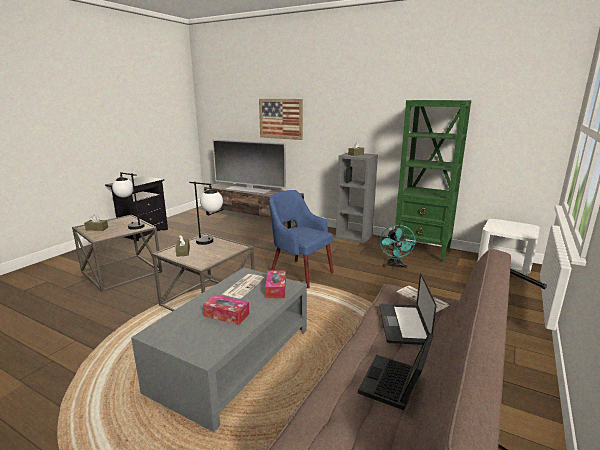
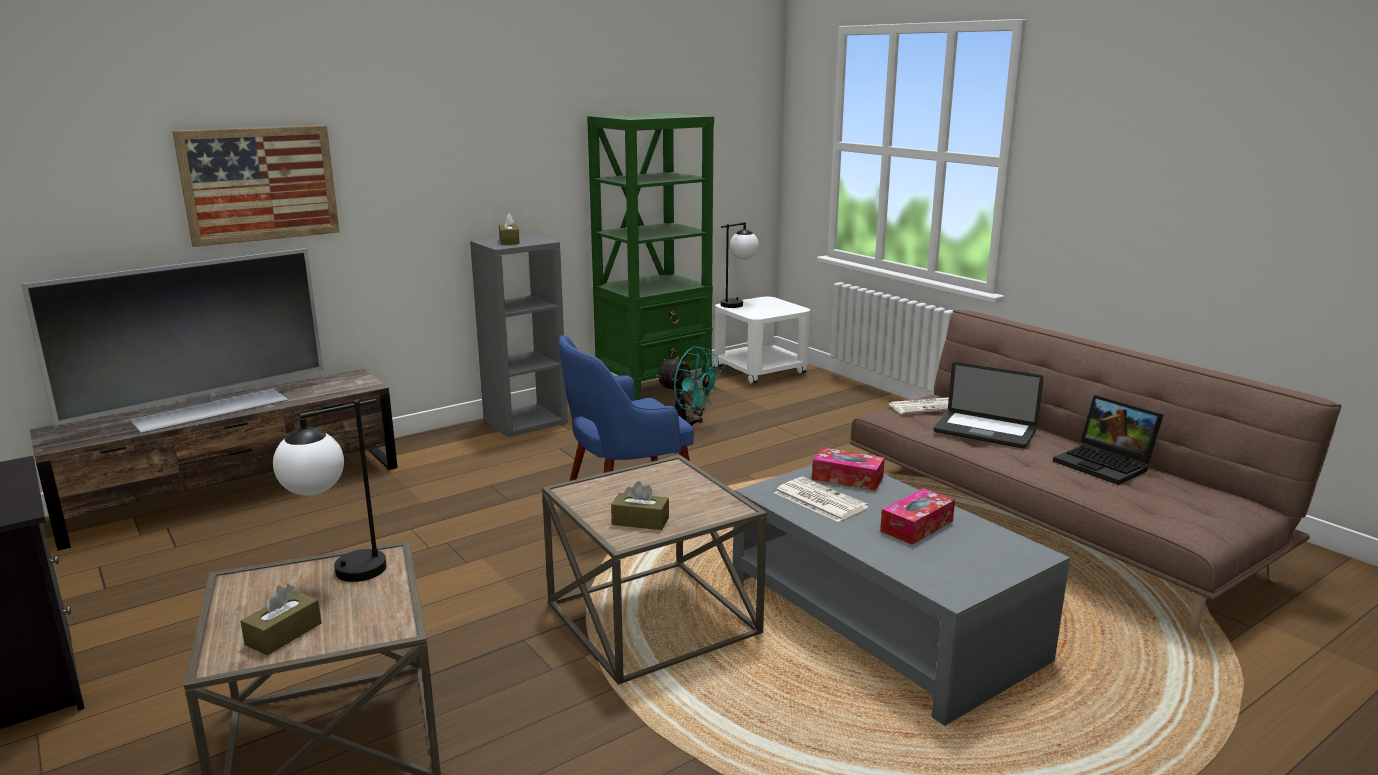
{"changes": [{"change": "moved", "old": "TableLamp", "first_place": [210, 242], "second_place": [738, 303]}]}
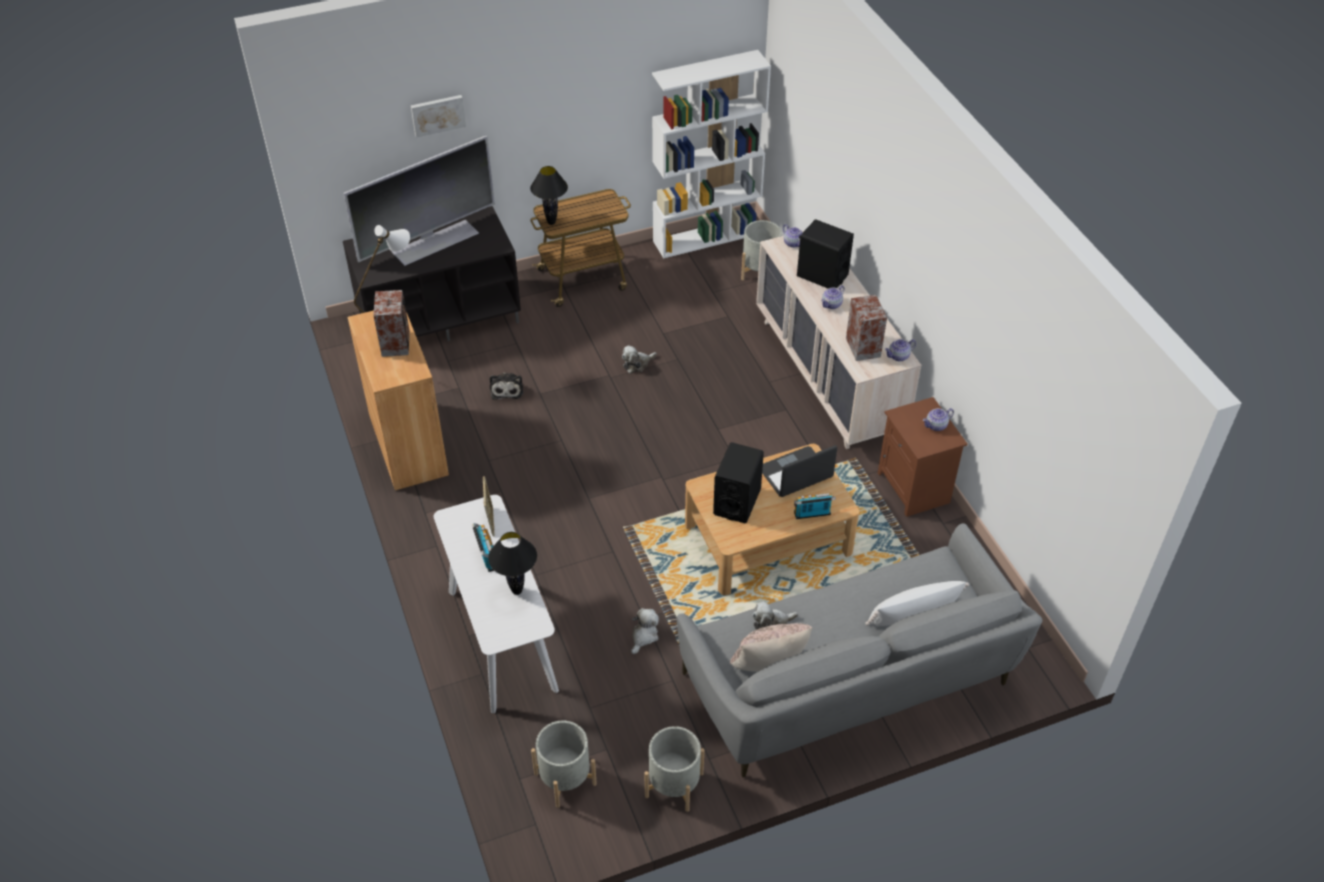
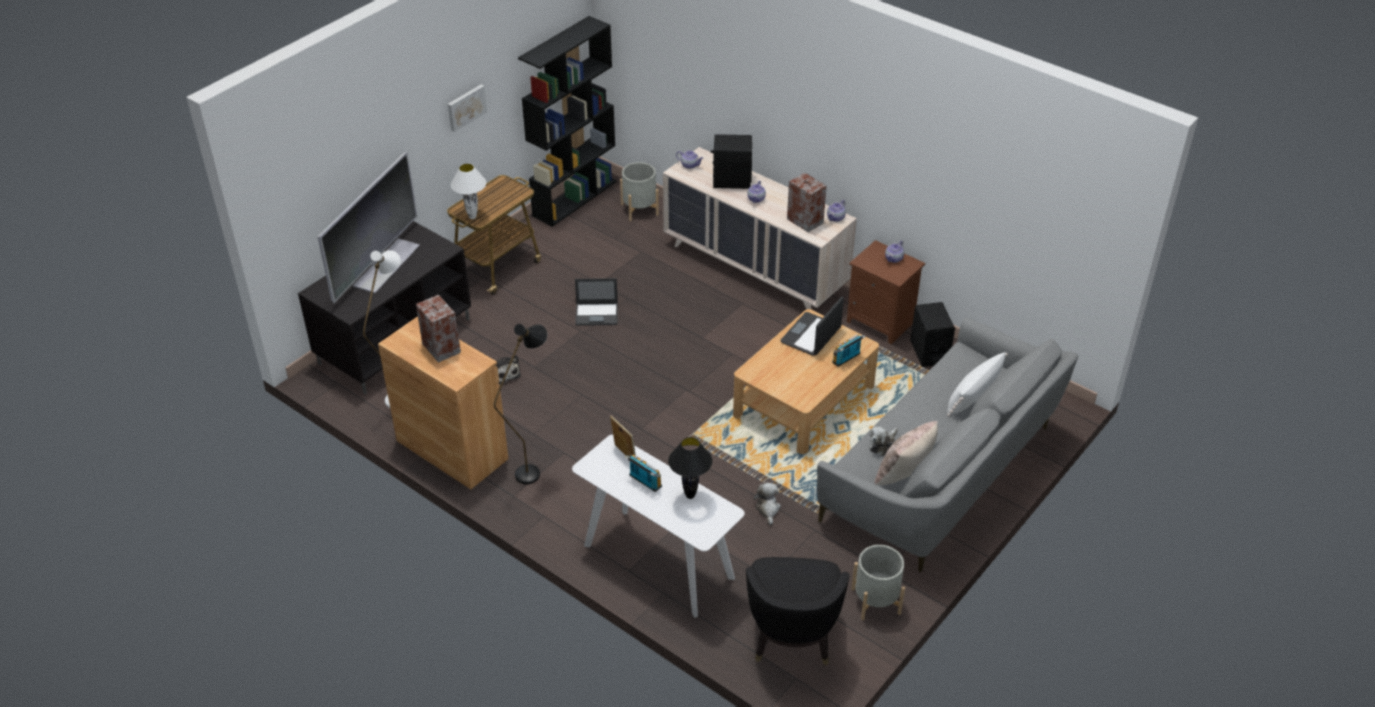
{"changes": [{"change": "moved", "old": "Picture", "first_place": [438, 114], "second_place": [466, 107]}, {"change": "recoloured", "old": "BlackTableLamp", "new": "WhiteTableLamp", "first_place": [552, 222], "second_place": [473, 217]}, {"change": "added", "new": "BlackFloorLamp", "second_place": [534, 469]}, {"change": "recoloured", "old": "WhiteBookcase", "new": "BlackBookcase", "first_place": [706, 237], "second_place": [575, 198]}, {"change": "replaced", "old": "PlushToy", "new": "Laptop", "first_place": [637, 364], "second_place": [597, 314]}, {"change": "replaced", "old": "GreyPlanter", "new": "BlackArmchair", "first_place": [565, 779], "second_place": [792, 636]}, {"change": "moved", "old": "BlackSpeaker", "first_place": [737, 502], "second_place": [929, 352]}]}
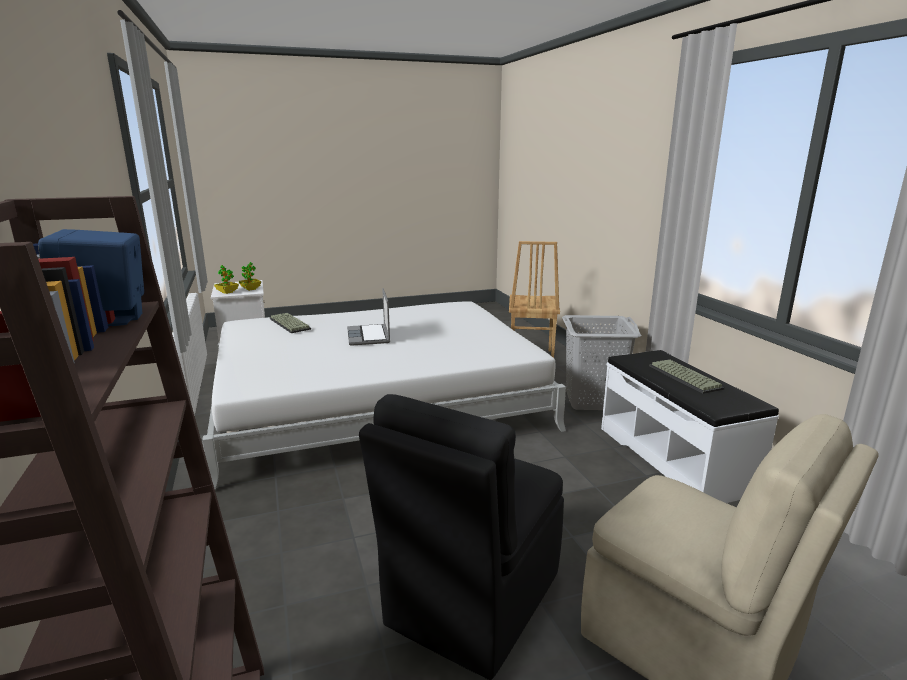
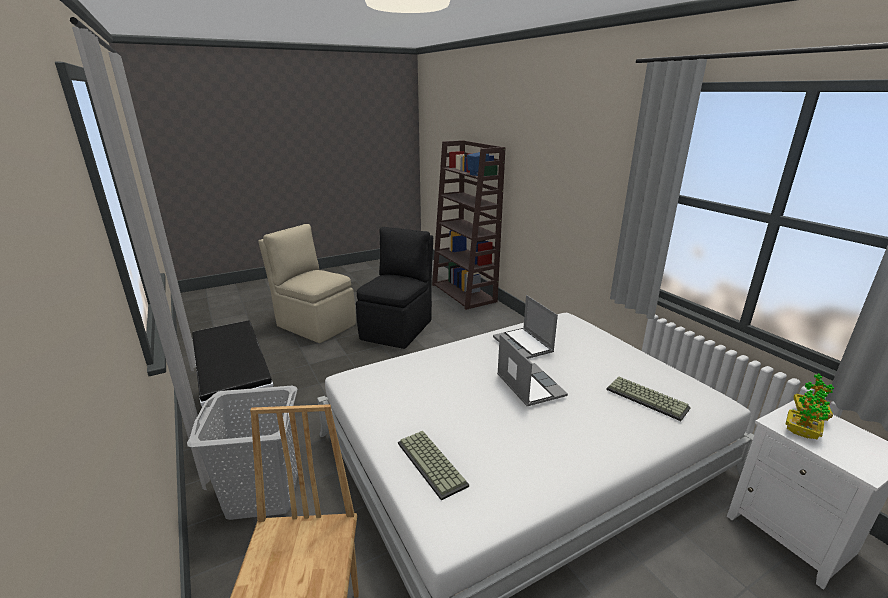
{"changes": [{"change": "moved", "old": "Keyboard", "first_place": [683, 377], "second_place": [433, 464]}, {"change": "added", "new": "Laptop", "second_place": [523, 345]}]}
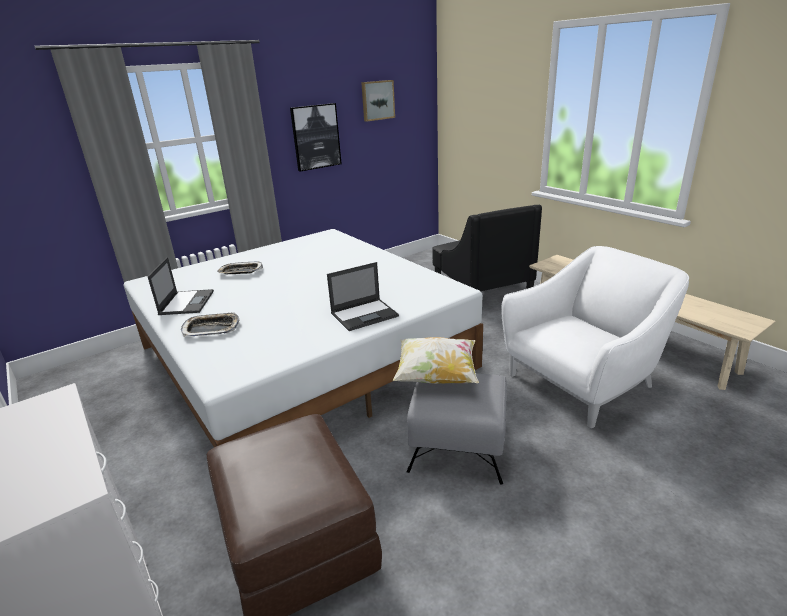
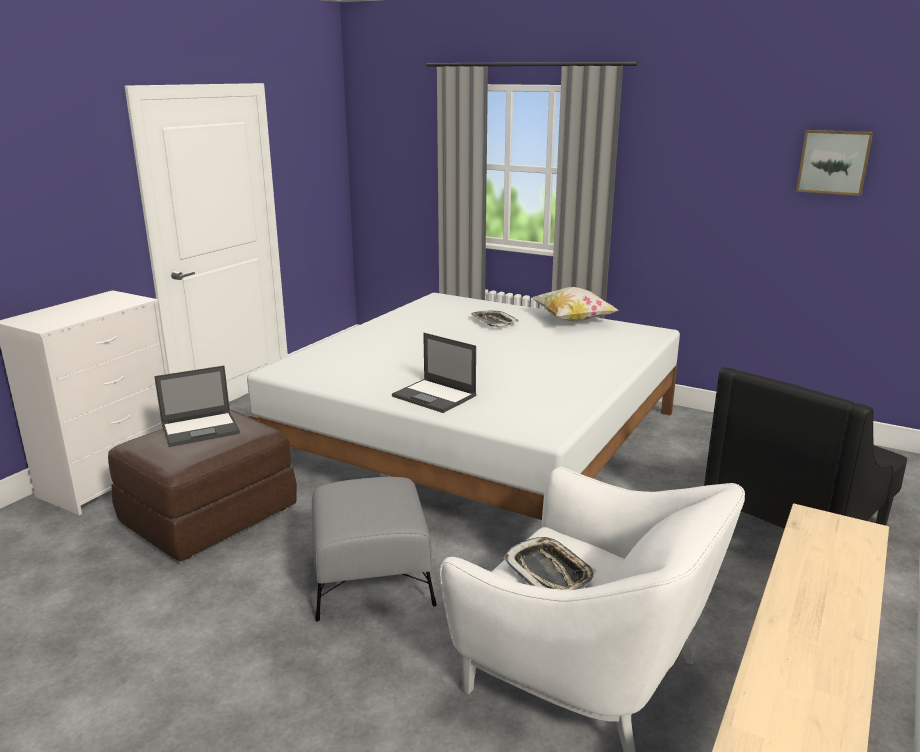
{"changes": [{"change": "moved", "old": "Laptop", "first_place": [187, 302], "second_place": [201, 429]}, {"change": "moved", "old": "Tray", "first_place": [211, 328], "second_place": [549, 572]}, {"change": "moved", "old": "Pillow", "first_place": [436, 376], "second_place": [573, 320]}, {"change": "removed", "old": "Picture", "first_place": [316, 137]}]}
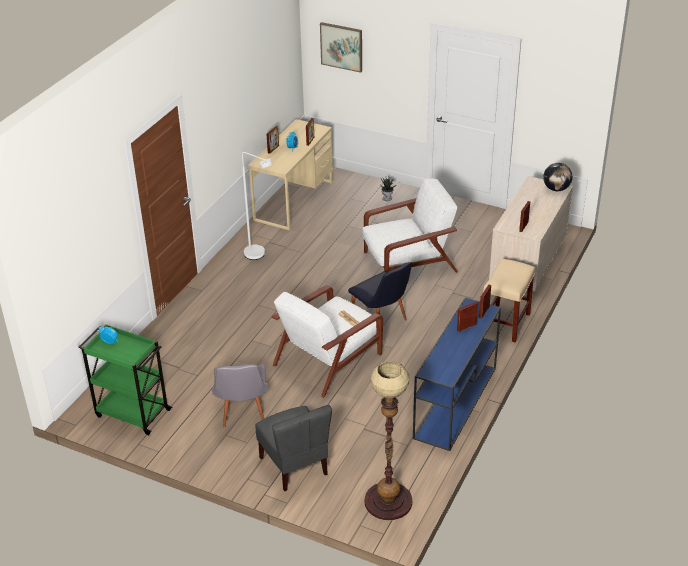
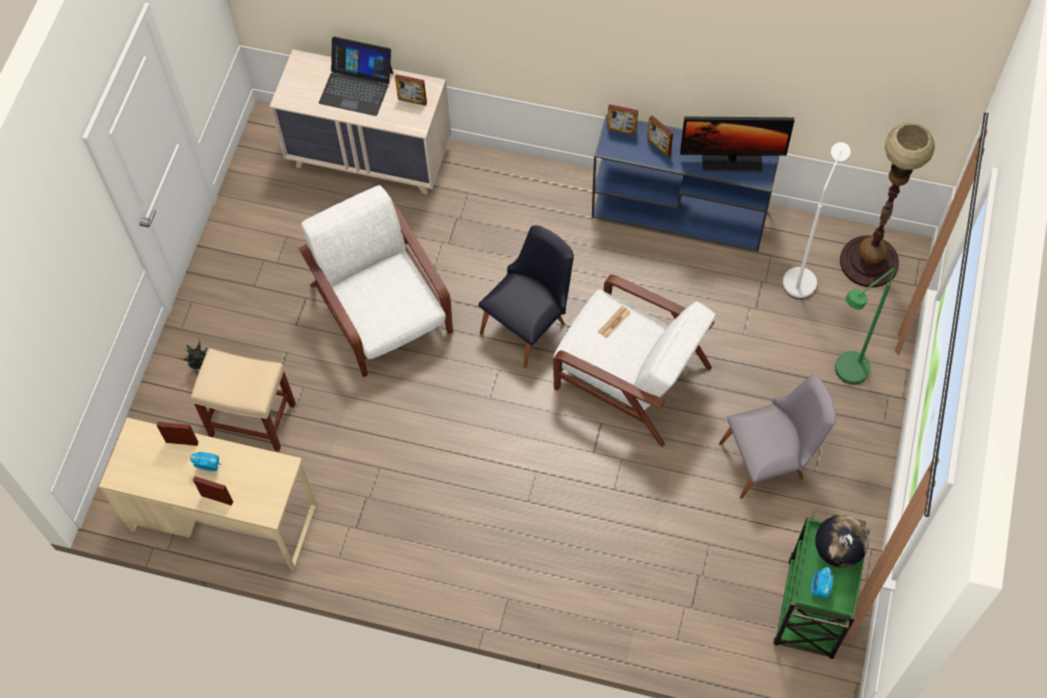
{"changes": [{"change": "moved", "old": "BeigeStool", "first_place": [505, 324], "second_place": [254, 419]}, {"change": "added", "new": "Laptop", "second_place": [356, 87]}, {"change": "added", "new": "Monitor", "second_place": [732, 160]}, {"change": "moved", "old": "WhiteFloorLamp", "first_place": [259, 255], "second_place": [802, 276]}, {"change": "moved", "old": "Globe", "first_place": [556, 189], "second_place": [837, 550]}, {"change": "replaced", "old": "GreyChair", "new": "GreenFloorLamp", "first_place": [294, 466], "second_place": [845, 374]}, {"change": "removed", "old": "Picture", "first_place": [341, 46]}]}
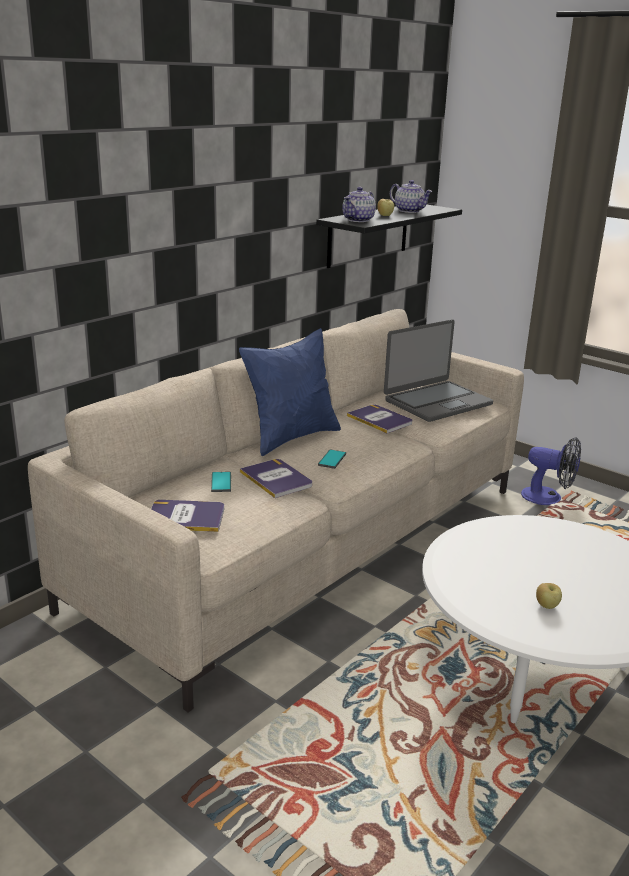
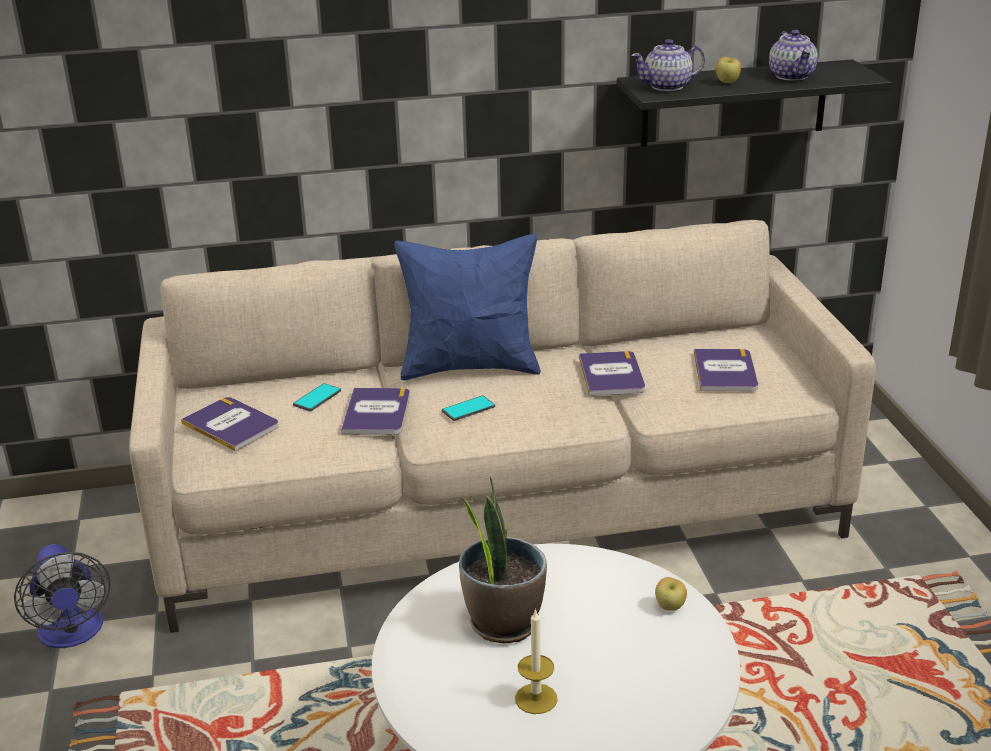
{"changes": [{"change": "moved", "old": "Fan", "first_place": [548, 498], "second_place": [72, 634]}, {"change": "added", "new": "PottedPlant", "second_place": [503, 622]}, {"change": "added", "new": "Candle", "second_place": [536, 698]}, {"change": "moved", "old": "Apple", "first_place": [547, 606], "second_place": [670, 607]}, {"change": "replaced", "old": "Laptop", "new": "Book", "first_place": [437, 402], "second_place": [725, 371]}]}
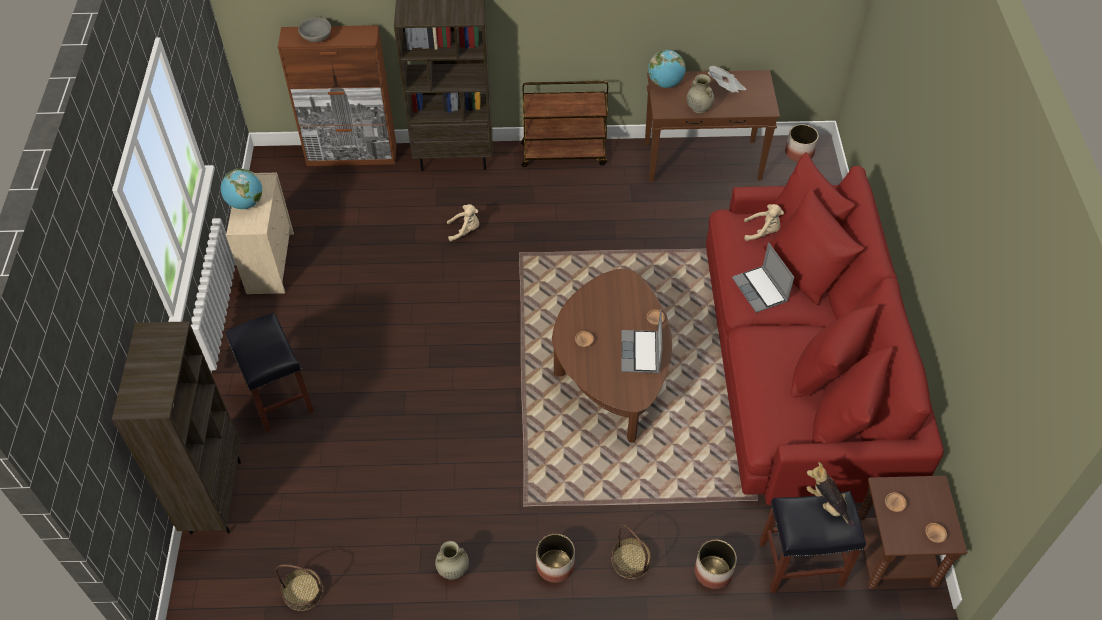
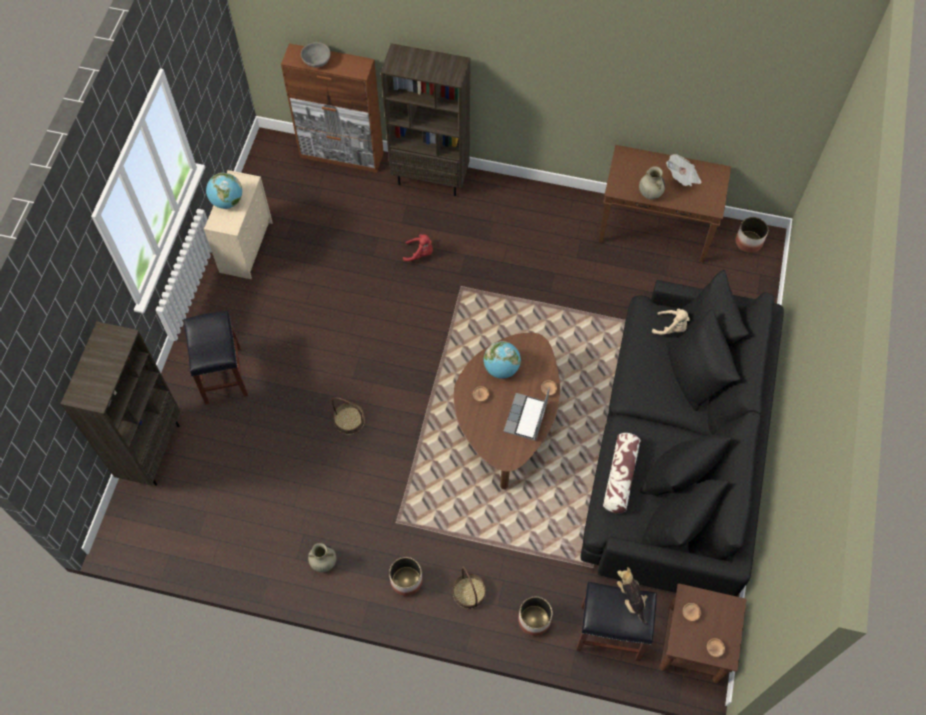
{"changes": [{"change": "moved", "old": "Basket", "first_place": [303, 592], "second_place": [349, 420]}, {"change": "recoloured", "old": "BeigePlushToy", "new": "RedPlushToy", "first_place": [465, 230], "second_place": [420, 253]}, {"change": "moved", "old": "Globe", "first_place": [665, 83], "second_place": [501, 368]}, {"change": "recoloured", "old": "RedSofa", "new": "BlackSofa", "first_place": [802, 362], "second_place": [676, 451]}, {"change": "added", "new": "Pillow", "second_place": [620, 476]}, {"change": "removed", "old": "BrownCart", "first_place": [564, 153]}, {"change": "removed", "old": "Laptop", "first_place": [761, 290]}]}
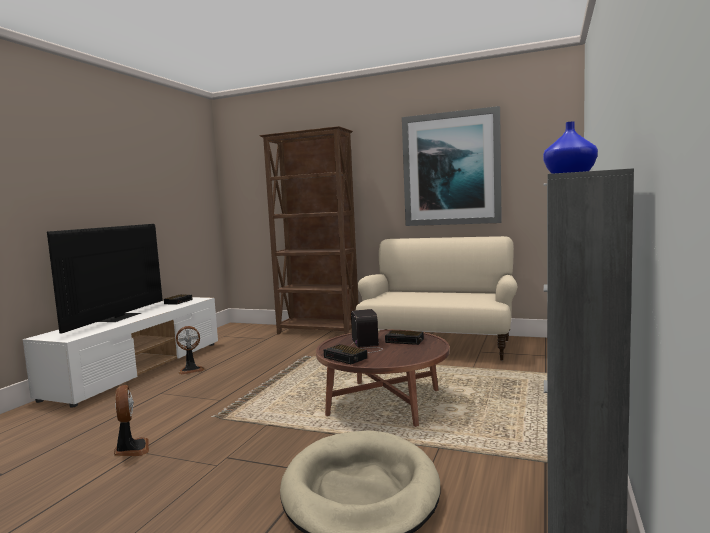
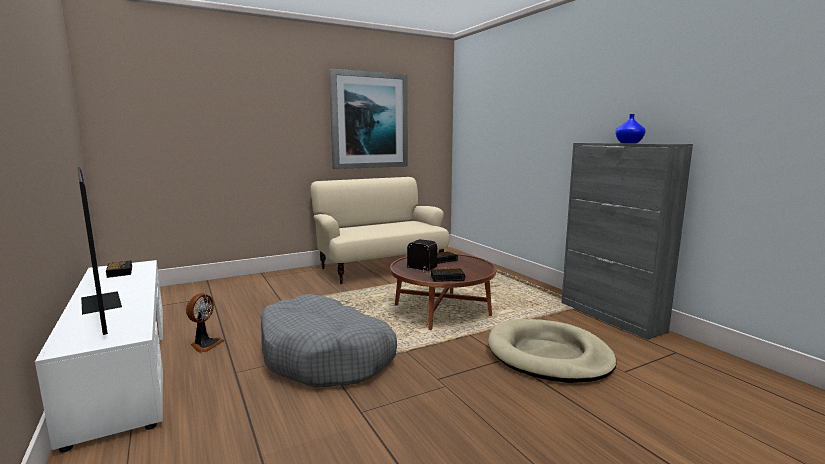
{"changes": [{"change": "added", "new": "GreyDogBed", "second_place": [326, 356]}, {"change": "removed", "old": "Fan", "first_place": [131, 449]}, {"change": "removed", "old": "BrownBookcase", "first_place": [318, 332]}]}
